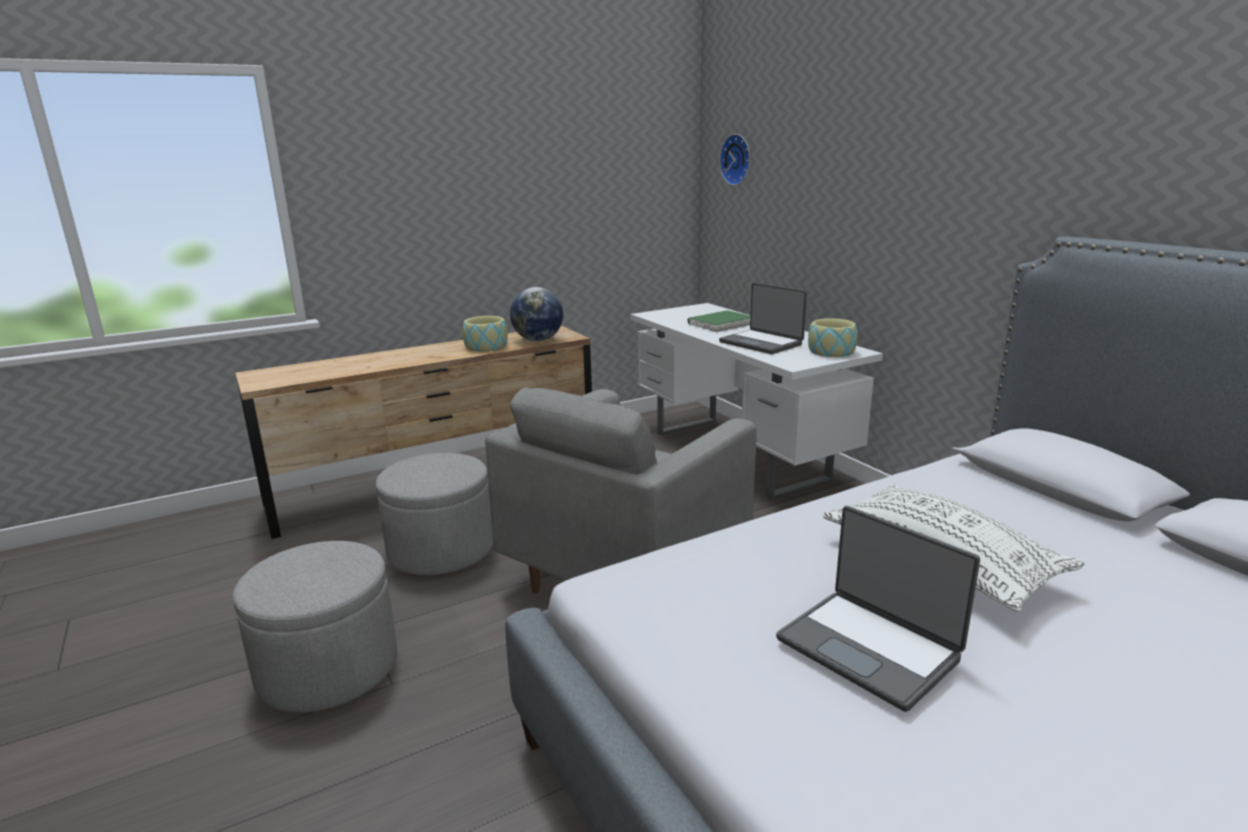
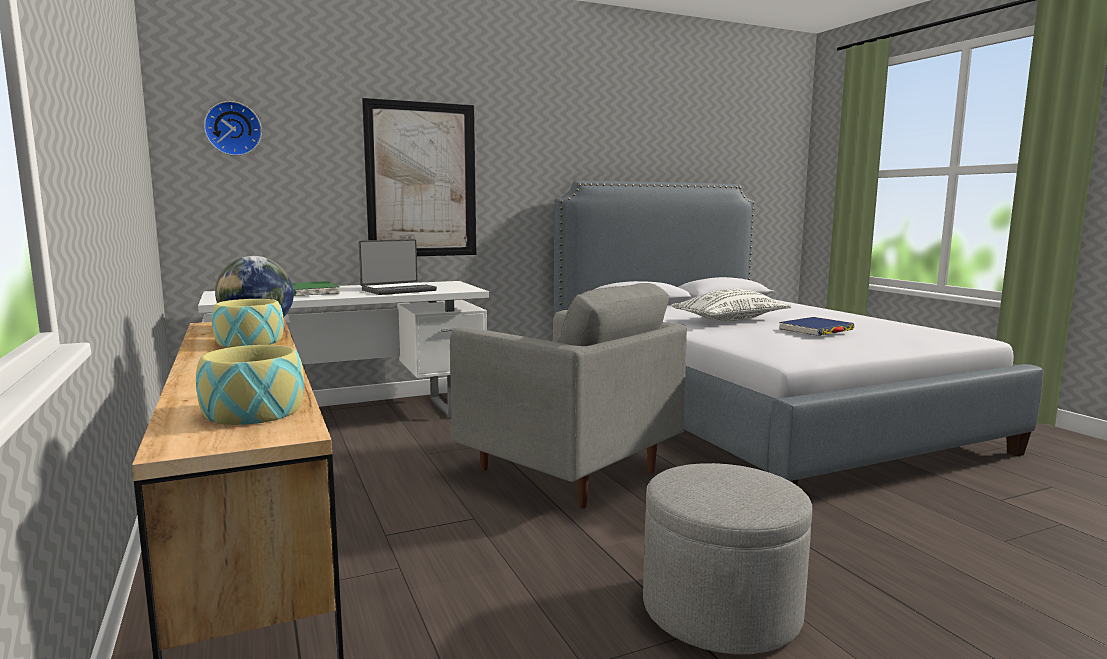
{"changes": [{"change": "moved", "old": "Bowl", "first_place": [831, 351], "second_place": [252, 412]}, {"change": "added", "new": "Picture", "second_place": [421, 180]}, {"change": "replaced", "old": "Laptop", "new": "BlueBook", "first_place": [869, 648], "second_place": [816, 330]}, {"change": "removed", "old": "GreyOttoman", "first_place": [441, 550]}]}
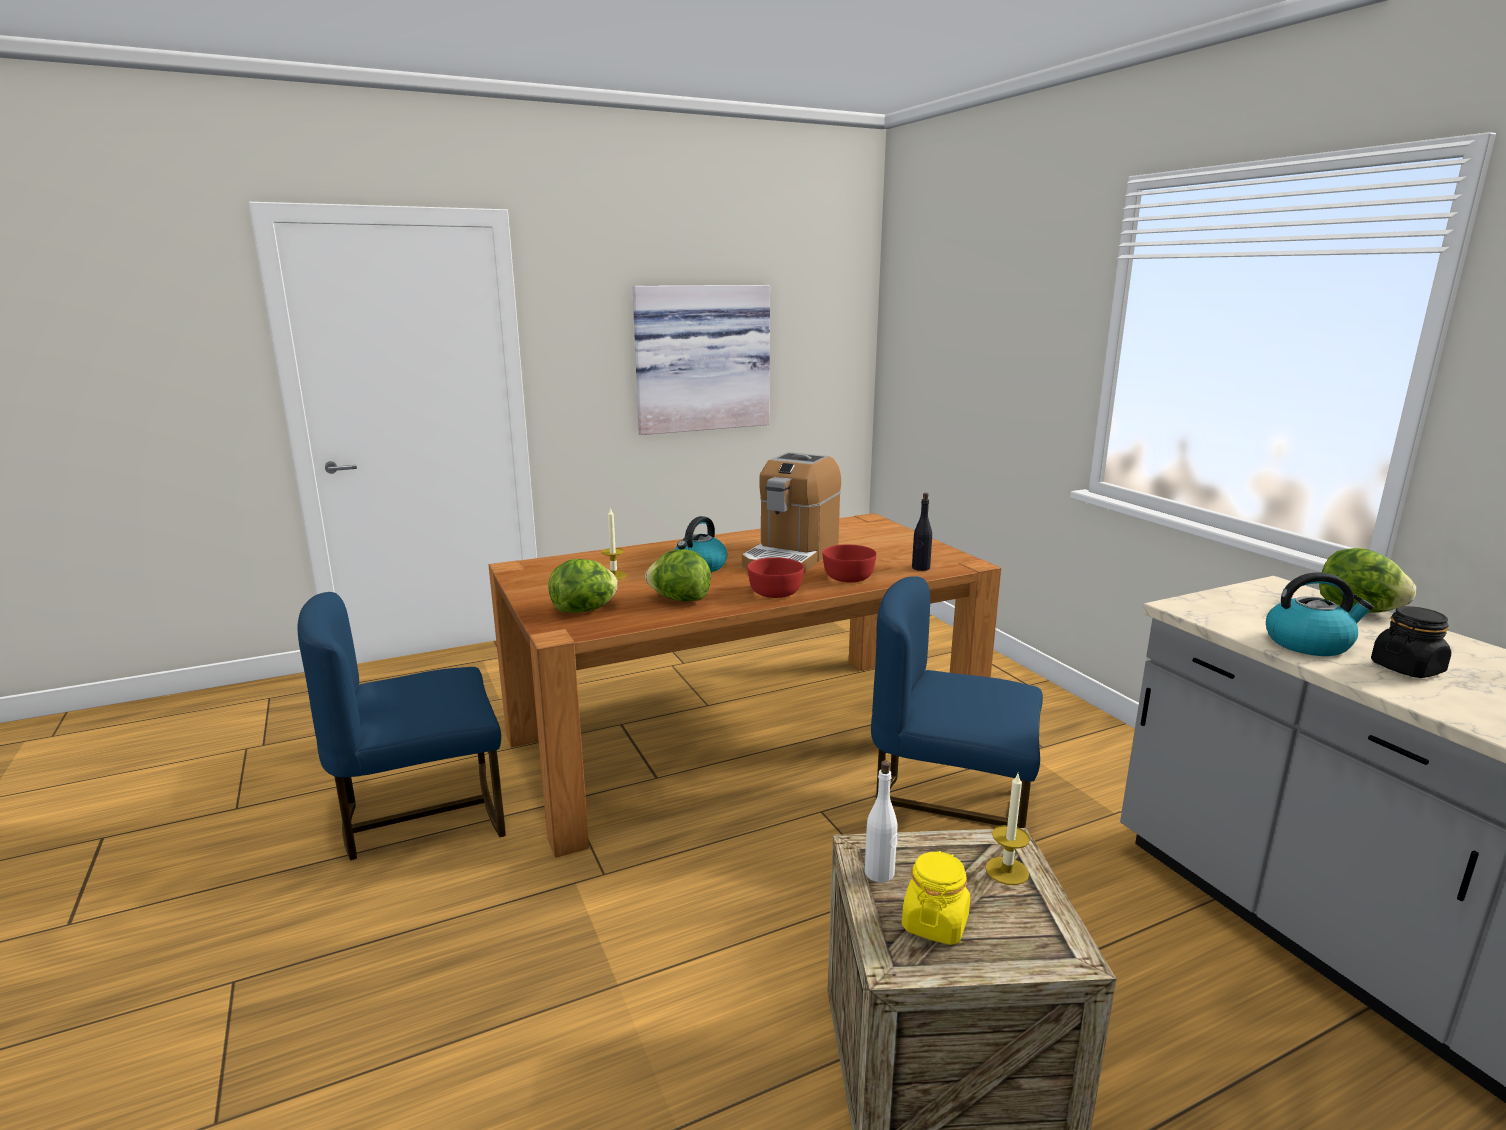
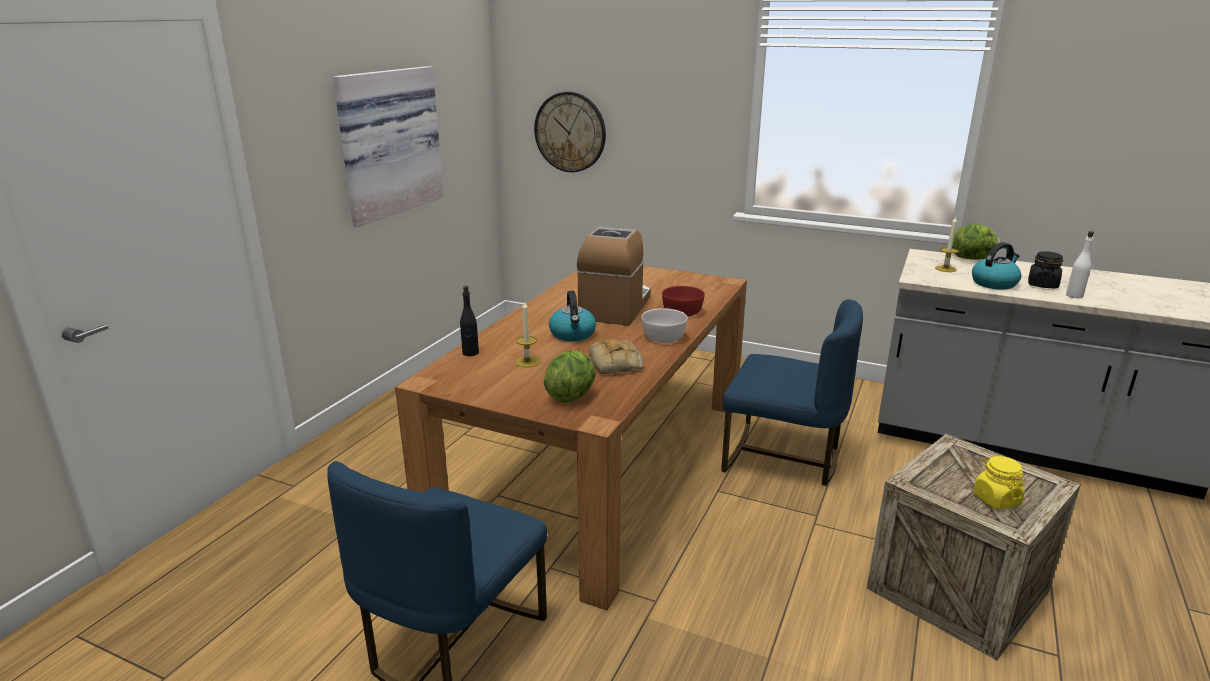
{"changes": [{"change": "moved", "old": "BlackBottle", "first_place": [920, 568], "second_place": [470, 353]}, {"change": "added", "new": "WallClock", "second_place": [570, 132]}, {"change": "turned", "old": "CoffeeMachine", "first_place": [791, 557], "second_place": [615, 307], "degrees": -150}, {"change": "replaced", "old": "Lettuce", "new": "Bread", "first_place": [679, 599], "second_place": [616, 364]}, {"change": "recoloured", "old": "RedBowl", "new": "WhiteBowl", "first_place": [775, 592], "second_place": [664, 337]}, {"change": "turned", "old": "BlueChair", "first_place": [950, 814], "second_place": [782, 458], "degrees": -135}, {"change": "moved", "old": "Candle", "first_place": [1007, 871], "second_place": [945, 269]}, {"change": "moved", "old": "WhiteBottle", "first_place": [879, 873], "second_place": [1074, 296]}]}
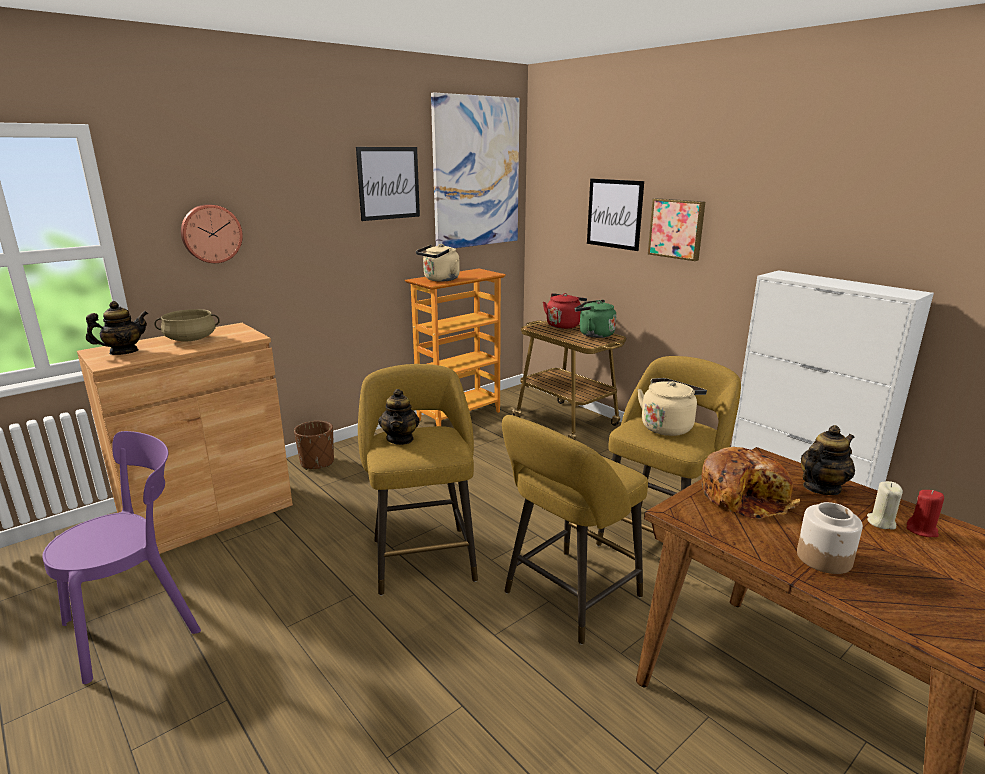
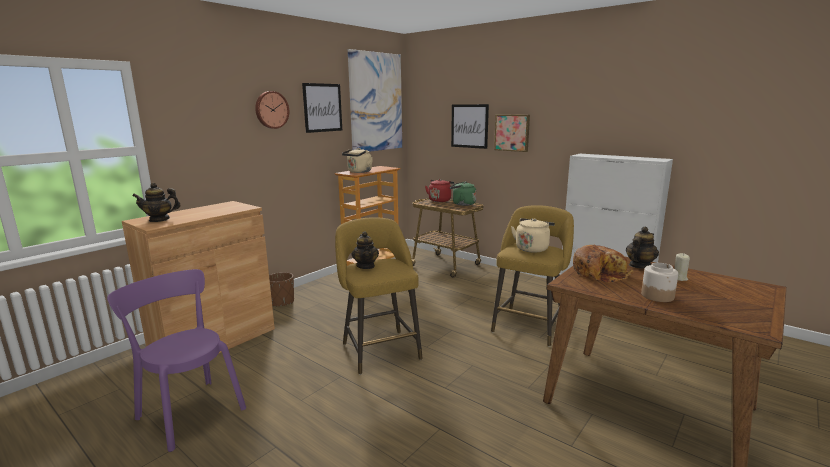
{"changes": [{"change": "turned", "old": "PurpleChair", "first_place": [139, 624], "second_place": [189, 411], "degrees": -90}, {"change": "turned", "old": "Teapot", "first_place": [123, 352], "second_place": [159, 219], "degrees": -150}, {"change": "moved", "old": "WallClock", "first_place": [211, 233], "second_place": [271, 110]}, {"change": "removed", "old": "BeigeCookingPot", "first_place": [190, 339]}, {"change": "removed", "old": "YellowStool", "first_place": [567, 598]}, {"change": "removed", "old": "RedCandle", "first_place": [922, 530]}]}
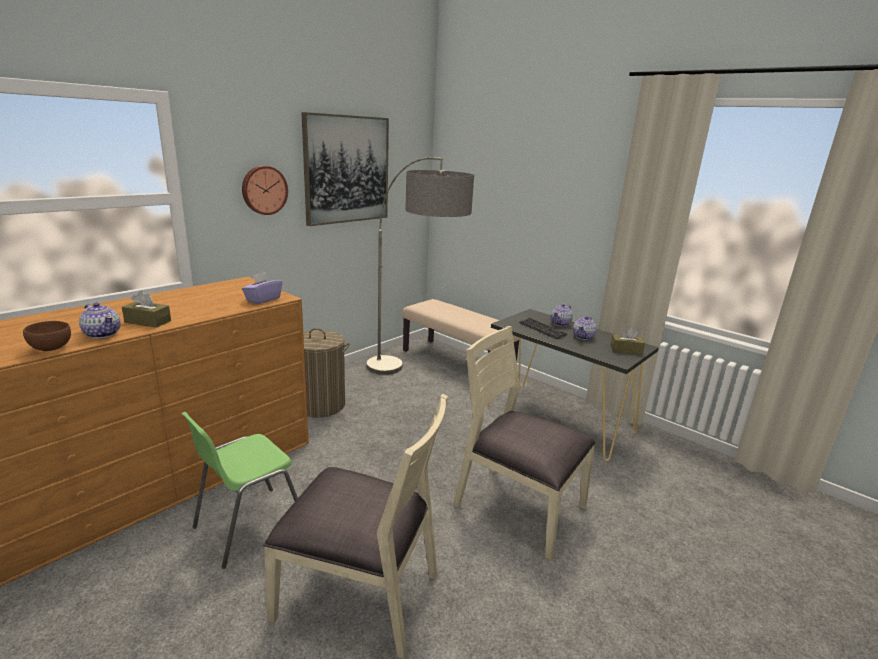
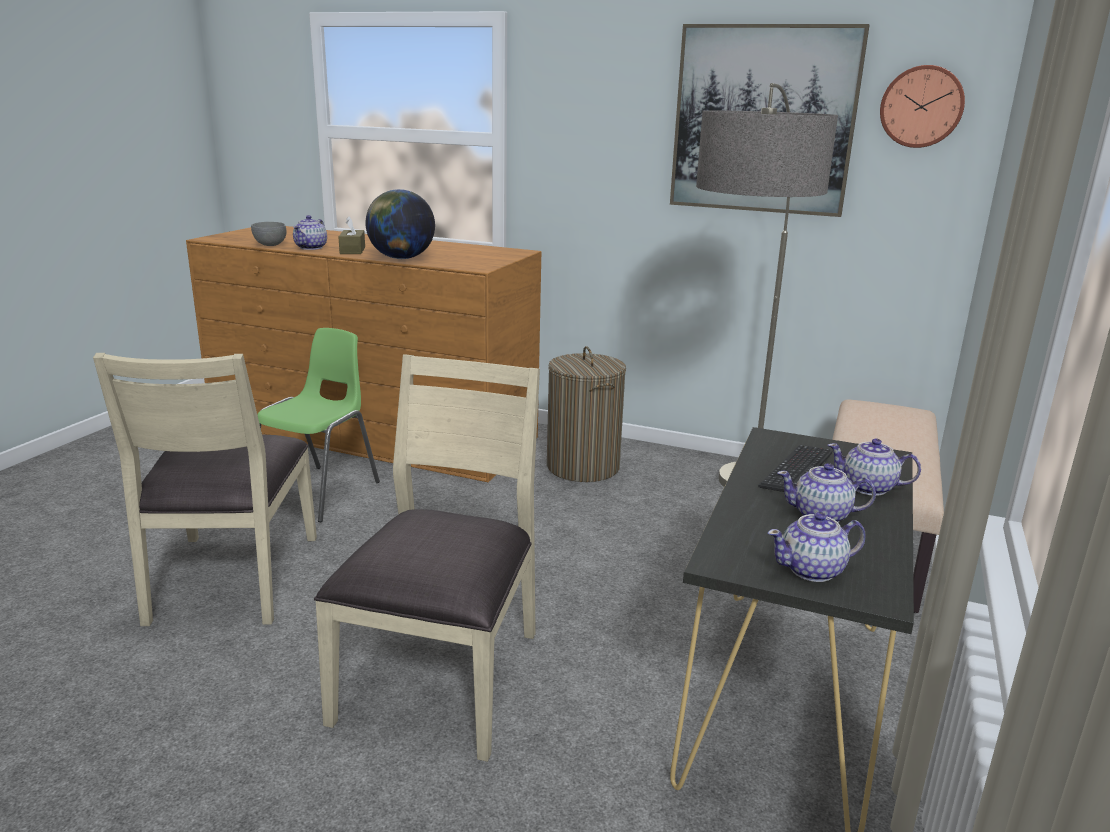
{"changes": [{"change": "recoloured", "old": "BrownBowl", "new": "GreyBowl", "first_place": [51, 348], "second_place": [270, 245]}, {"change": "turned", "old": "GreenChair", "first_place": [248, 526], "second_place": [319, 492], "degrees": 90}, {"change": "added", "new": "Globe", "second_place": [401, 258]}, {"change": "replaced", "old": "BrownTissueBox", "new": "Teapot", "first_place": [626, 350], "second_place": [813, 570]}, {"change": "moved", "old": "WallClock", "first_place": [264, 190], "second_place": [921, 106]}, {"change": "removed", "old": "PurpleTissueBox", "first_place": [263, 299]}]}
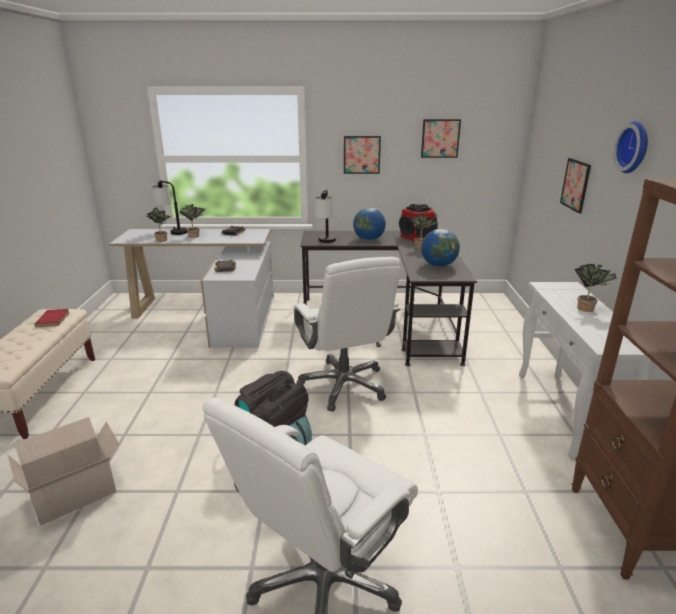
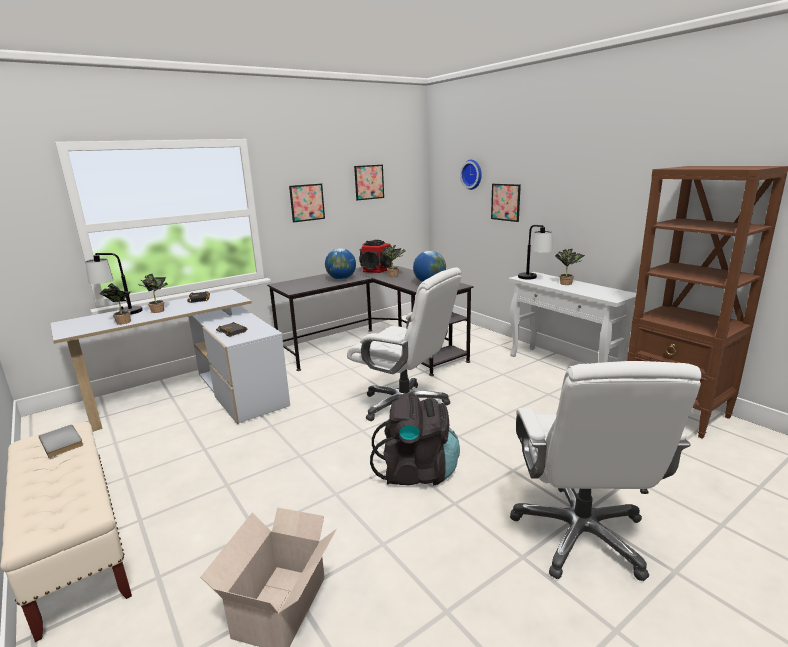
{"changes": [{"change": "recoloured", "old": "RedBook", "new": "GreyBook", "first_place": [54, 319], "second_place": [63, 442]}, {"change": "moved", "old": "WallClock", "first_place": [635, 147], "second_place": [472, 174]}, {"change": "moved", "old": "TableLamp", "first_place": [326, 242], "second_place": [533, 279]}]}
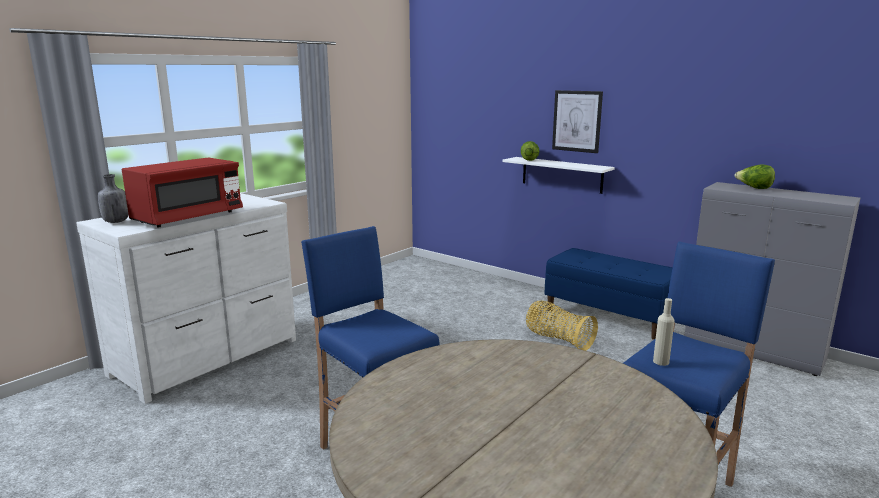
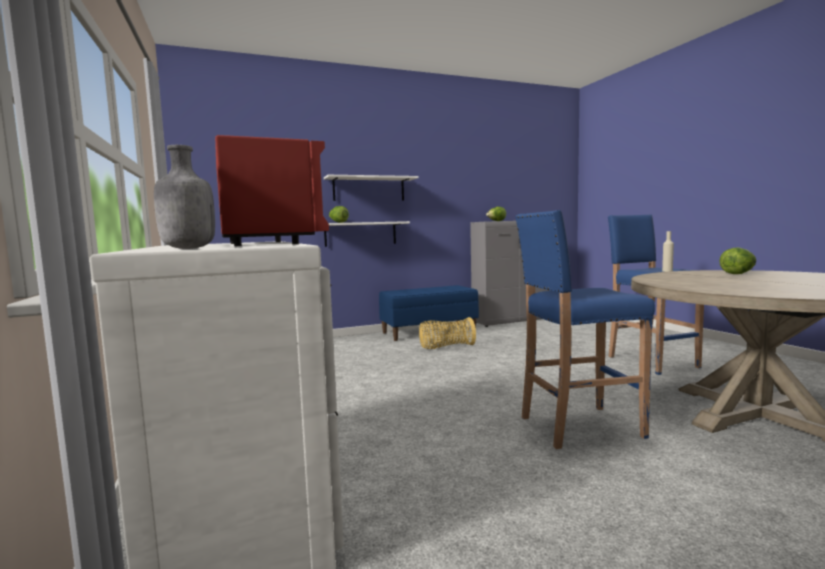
{"changes": [{"change": "replaced", "old": "Picture", "new": "WhiteShelf", "first_place": [577, 121], "second_place": [369, 189]}, {"change": "added", "new": "Lettuce", "second_place": [738, 274]}]}
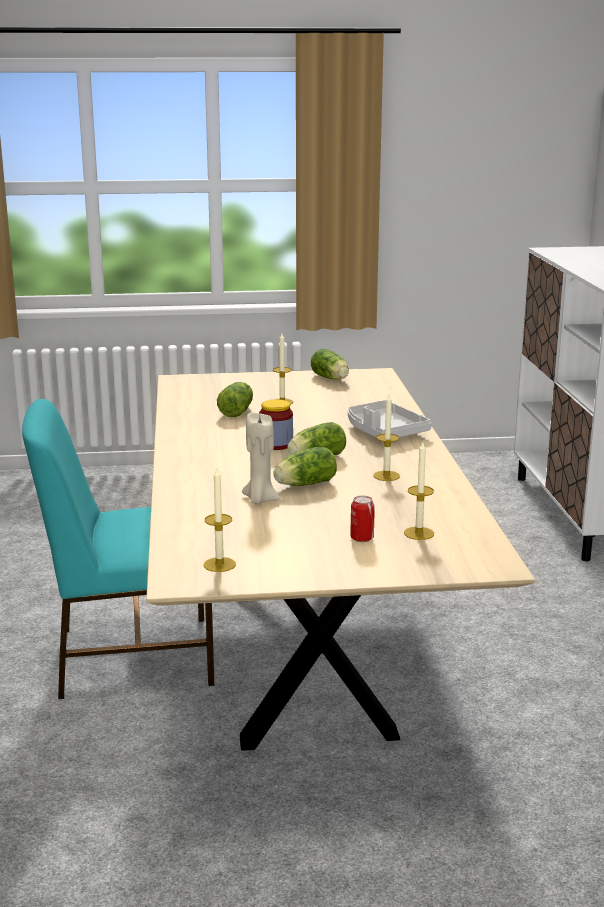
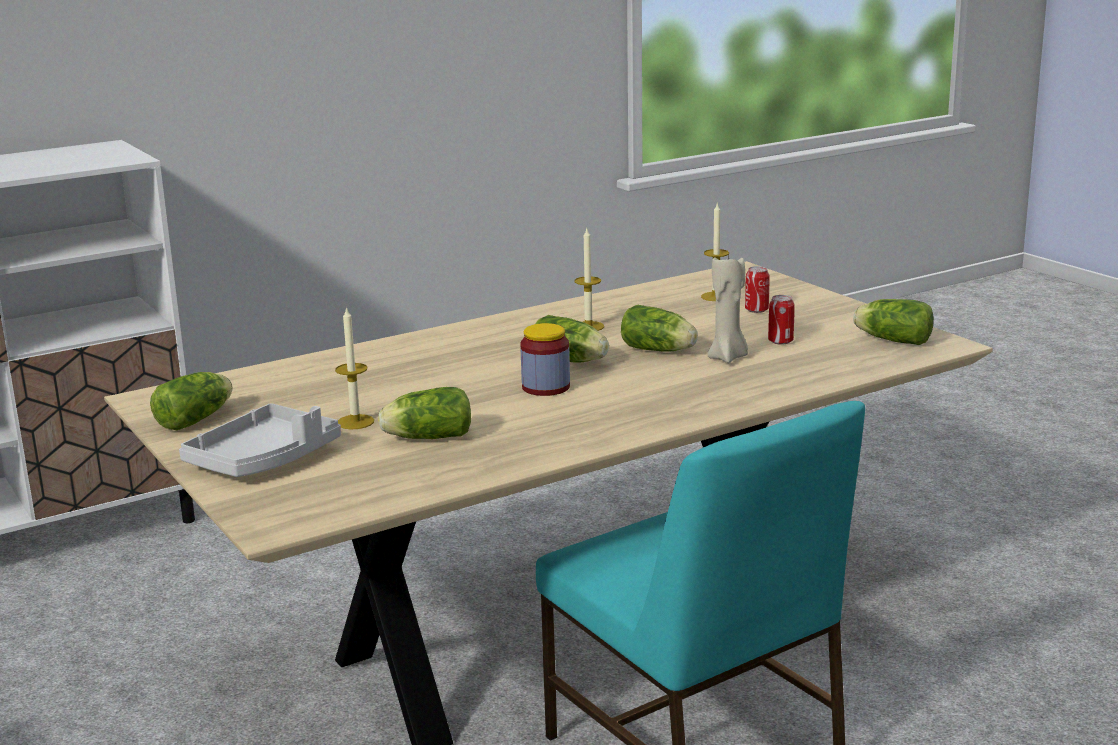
{"changes": [{"change": "moved", "old": "GreyTray", "first_place": [384, 432], "second_place": [264, 459]}, {"change": "added", "new": "Can", "second_place": [780, 341]}, {"change": "replaced", "old": "Candle", "new": "Lettuce", "first_place": [219, 564], "second_place": [891, 340]}]}
